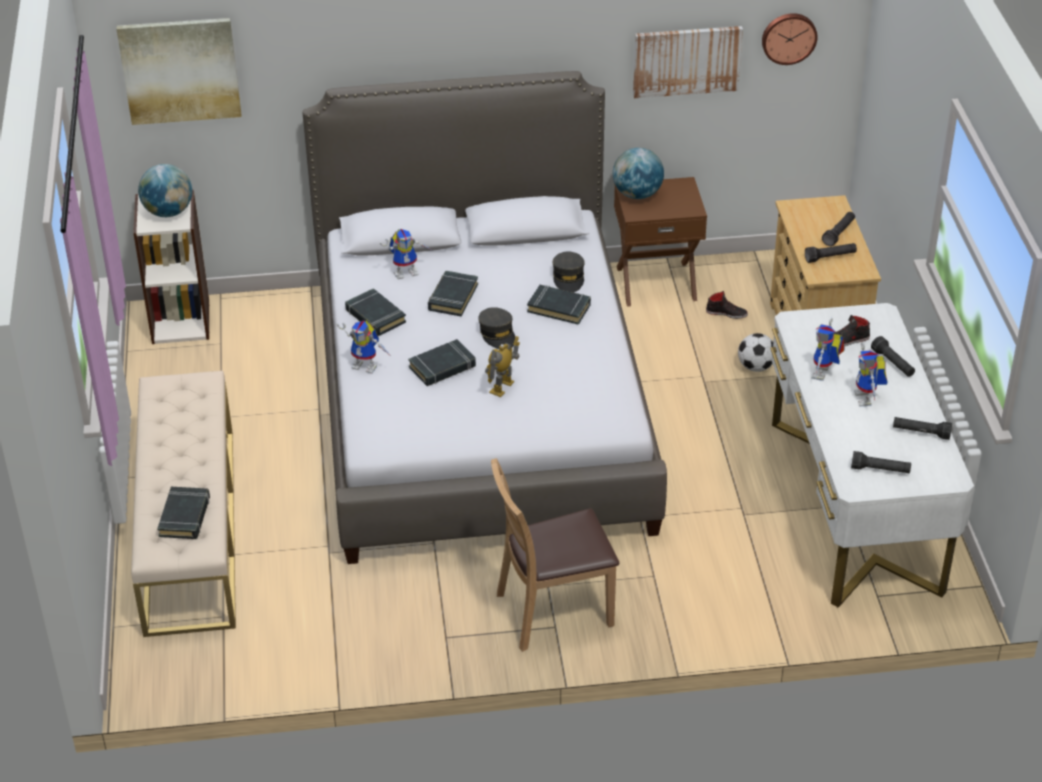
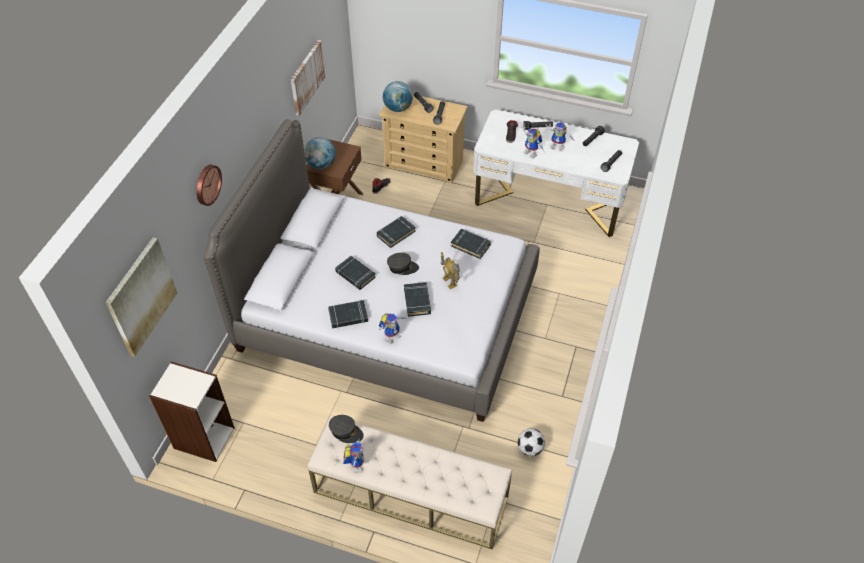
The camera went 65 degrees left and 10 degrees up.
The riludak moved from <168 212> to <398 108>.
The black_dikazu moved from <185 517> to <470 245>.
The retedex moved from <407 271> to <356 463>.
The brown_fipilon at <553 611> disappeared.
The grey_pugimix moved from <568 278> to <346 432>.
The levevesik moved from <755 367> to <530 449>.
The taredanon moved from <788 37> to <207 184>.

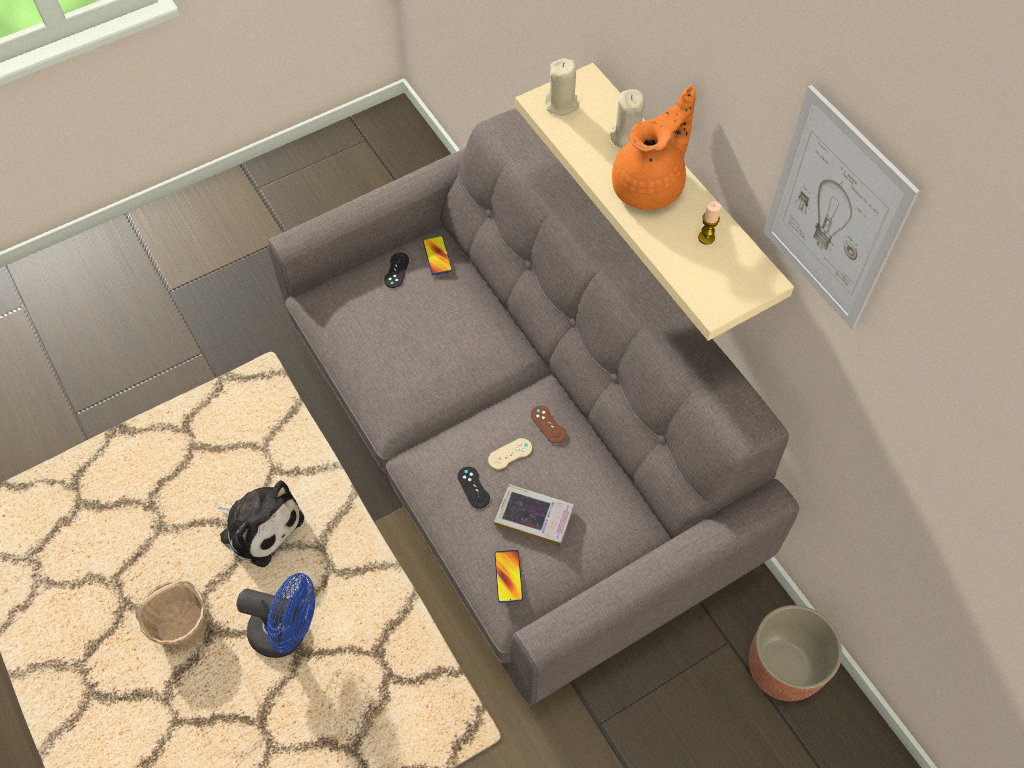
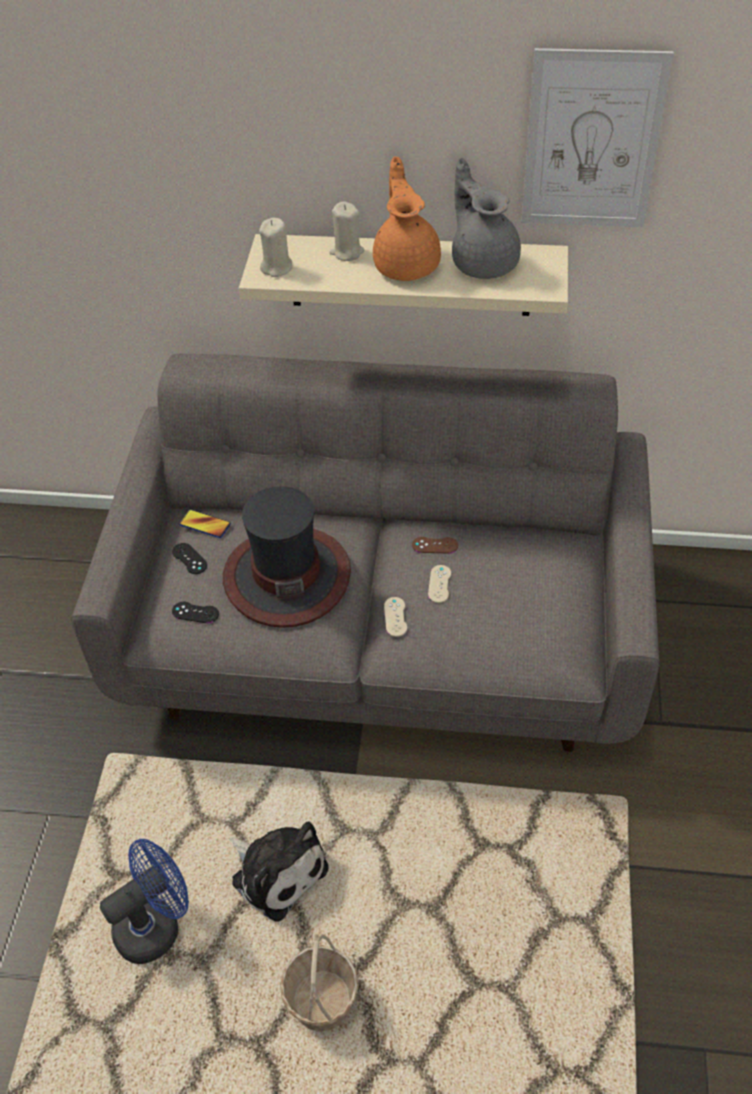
The camera went 50 degrees left and 10 degrees down.
The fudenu at <258 525> turned 60 degrees clockwise.
The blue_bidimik moved from <288 632> to <156 924>.
The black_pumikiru moved from <473 487> to <195 612>.
The dikazu at <534 517> disappeared.
The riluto at <508 576> disappeared.
The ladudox at <706 237> was replaced by the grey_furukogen at <483 262>.
The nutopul at <784 667> disappeared.
The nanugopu at <287 576> appeared.
The beige_pumikiru at <395 617> appeared.

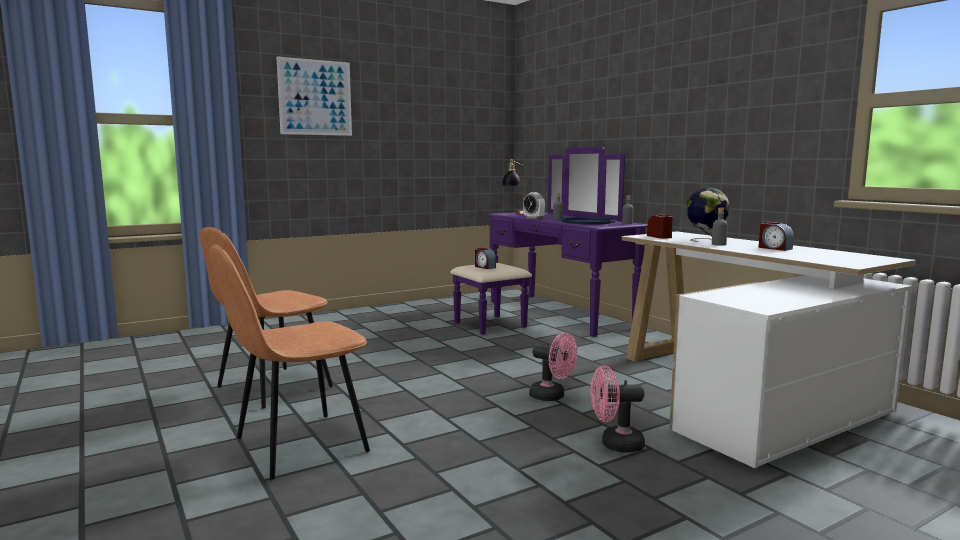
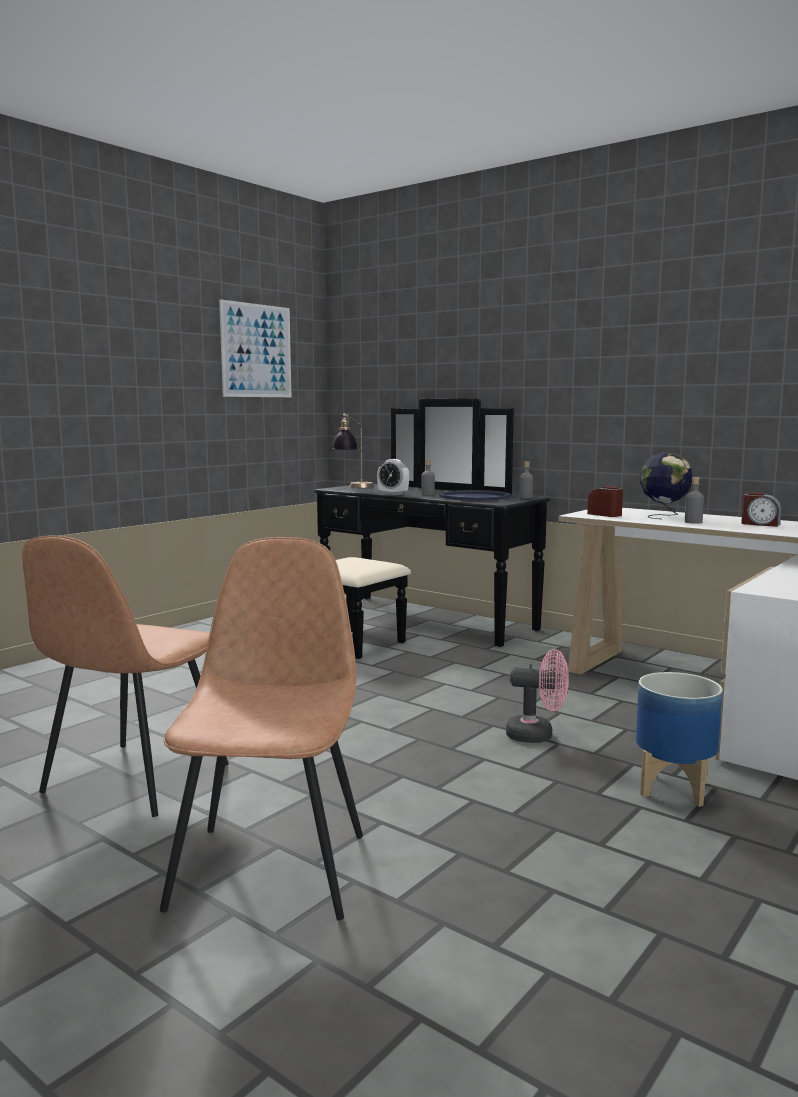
The camera went 20 degrees left and 0 degrees up.
The brown_fipilon at <297 445> turned 150 degrees clockwise.
The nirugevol moved from <315 97> to <256 351>.
The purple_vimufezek at <544 316> became the black_vimufezek at <411 624>.
The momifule at <484 267> disappeared.
The pink_bidimik at <615 444> was replaced by the nutopul at <675 789>.

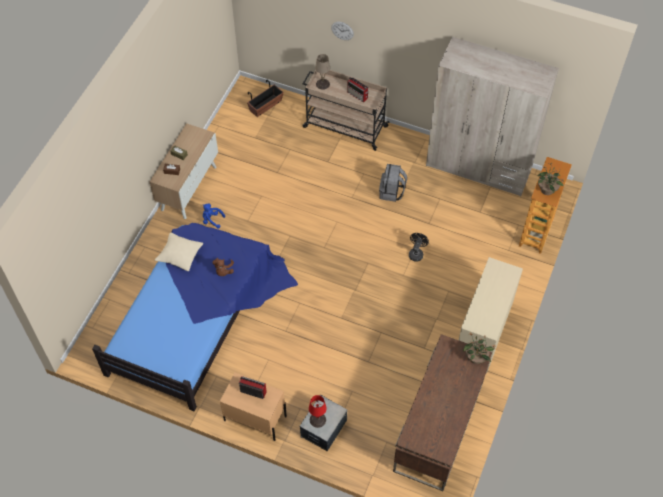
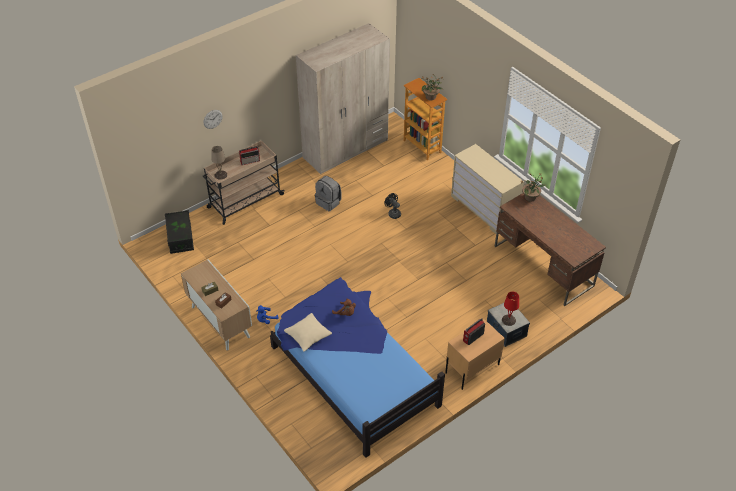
The camera went 60 degrees left and 10 degrees down.
The nutopul at <265 106> was replaced by the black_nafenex at <180 238>.

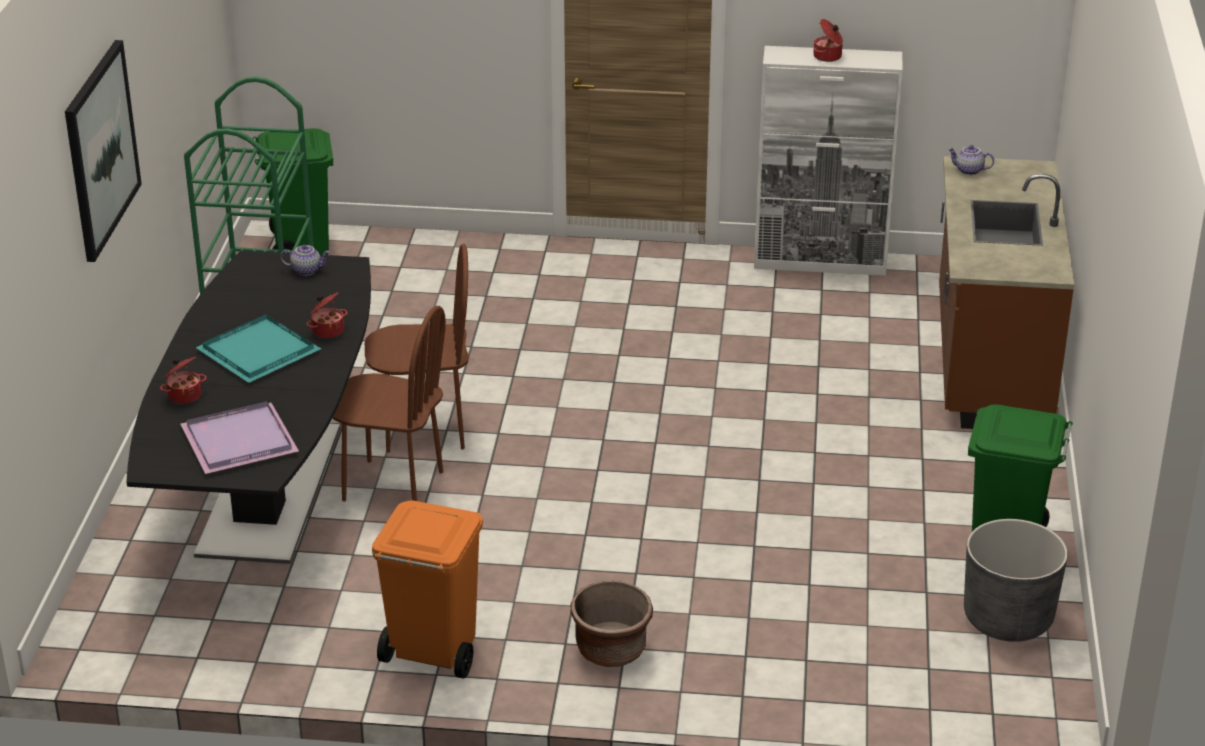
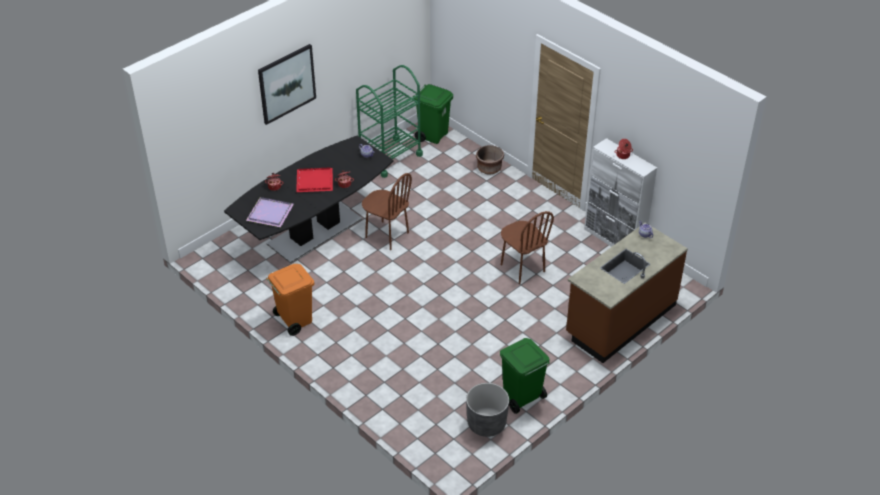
The camera went 40 degrees right and 10 degrees up.
The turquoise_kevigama at <256 351> became the red_kevigama at <314 180>.
The brown_fipilon moved from <392 486> to <522 268>.
The brown_nutopul moved from <611 649> to <489 168>.

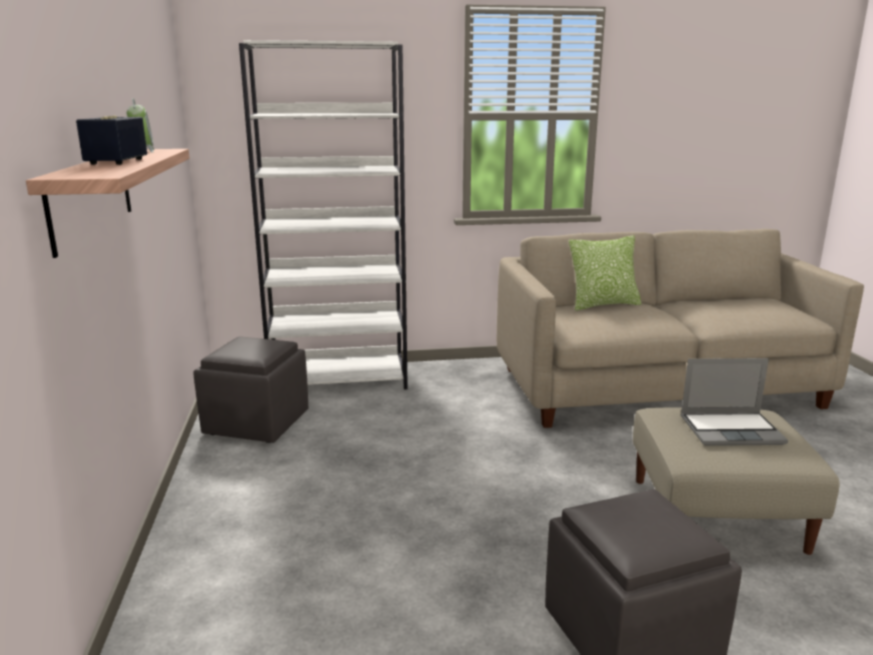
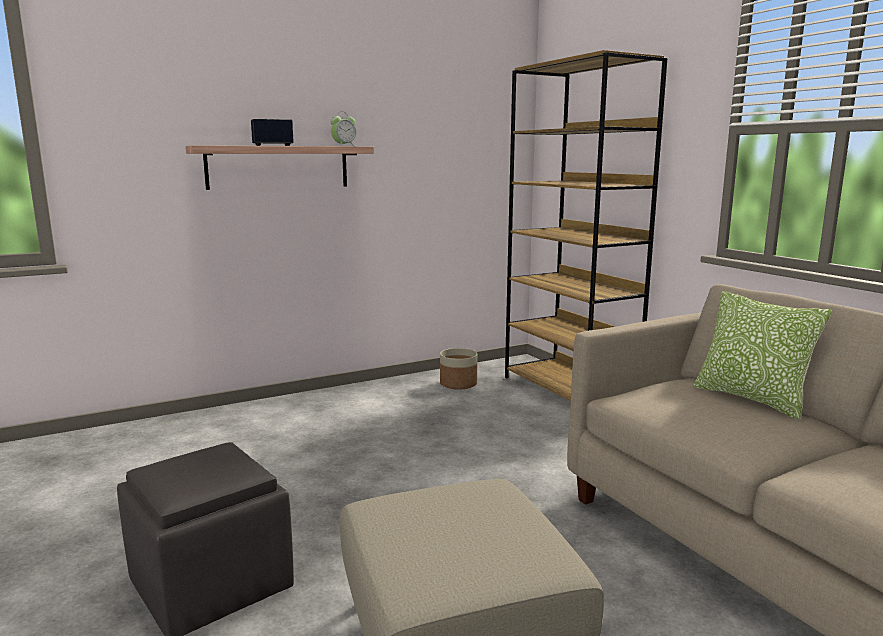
The camera went 70 degrees right and 5 degrees down.
The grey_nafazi at <257 423> was replaced by the nutopul at <458 384>.
The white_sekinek at <339 379> became the brown_sekinek at <569 391>.
The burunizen at <731 430> disappeared.

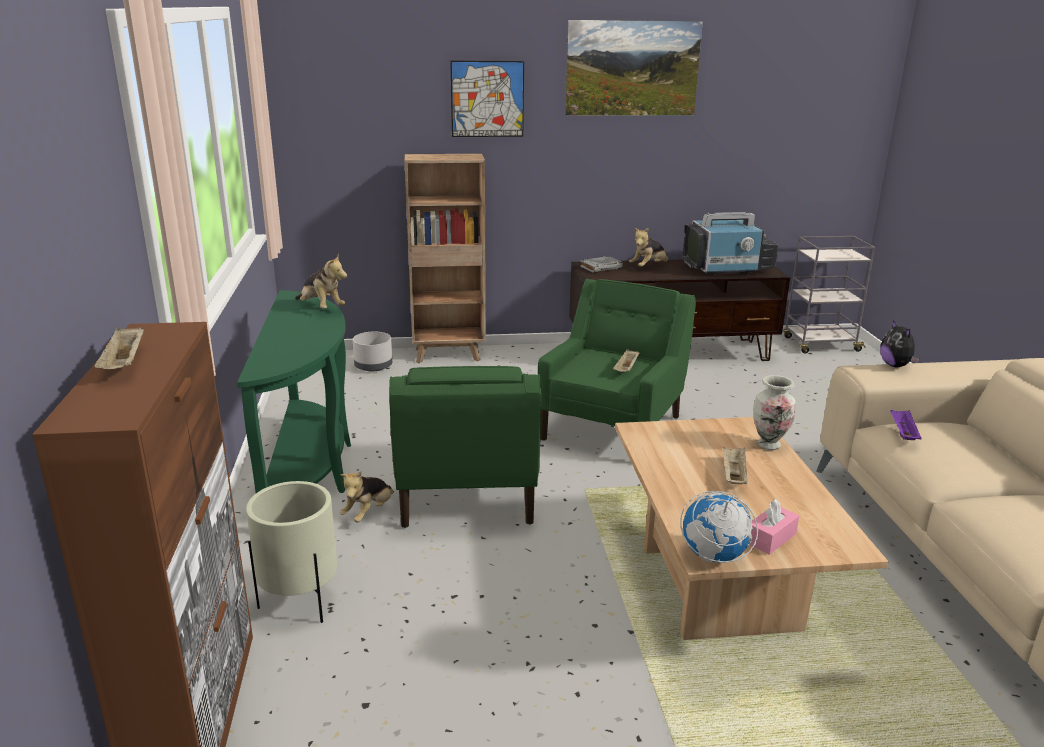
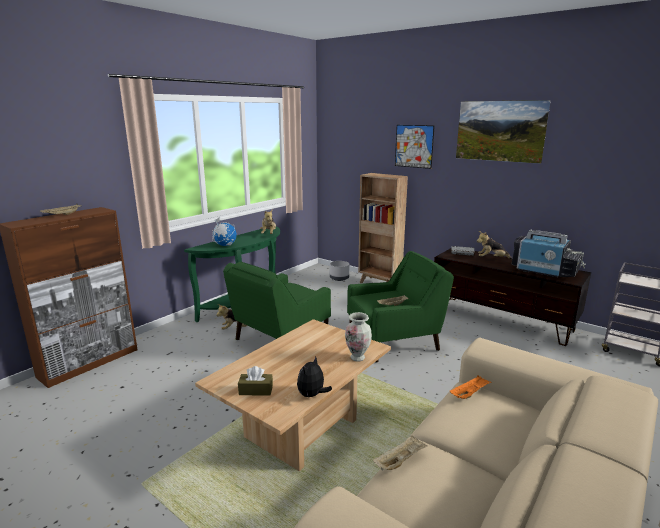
The camera went 45 degrees right and 5 degrees down.
The beige_nutopul at <300 602> disappeared.
The riludak moved from <713 557> to <225 245>.
The beige_kevigama moved from <733 475> to <400 461>.
The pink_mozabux at <770 538> became the brown_mozabux at <256 390>.
The fudenu moved from <895 365> to <312 395>.
The purple_kevigama at <902 433> became the orange_kevigama at <469 393>.

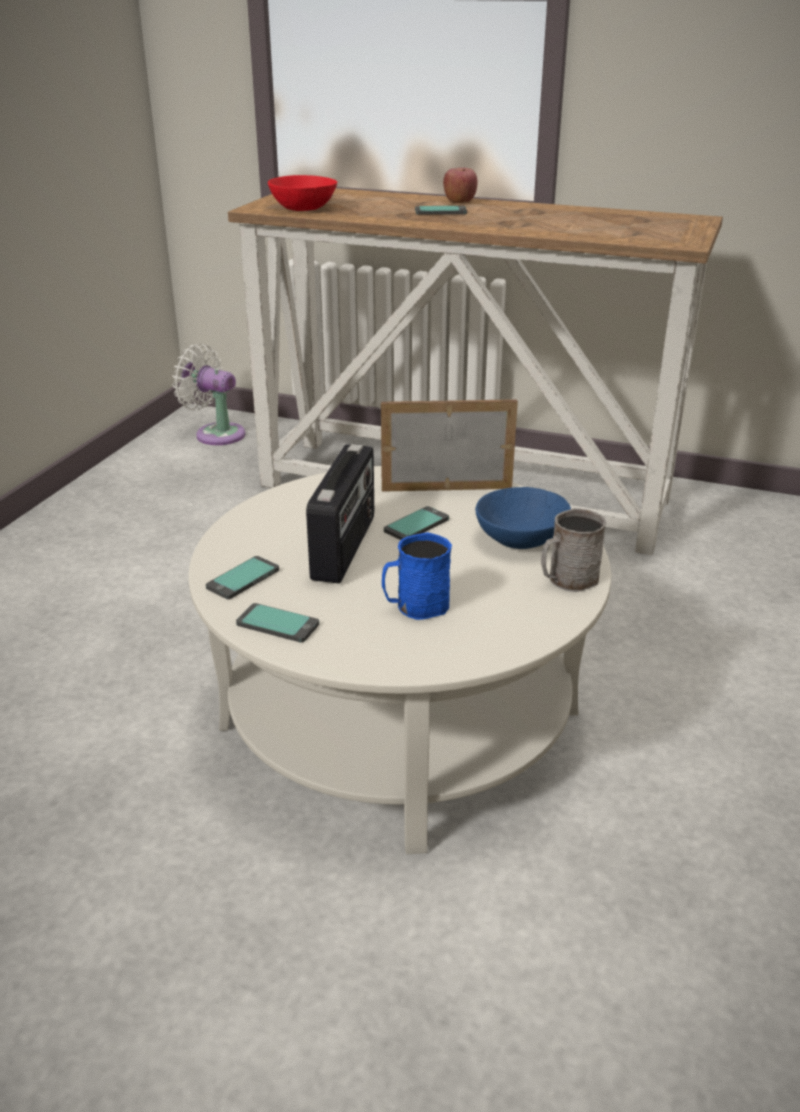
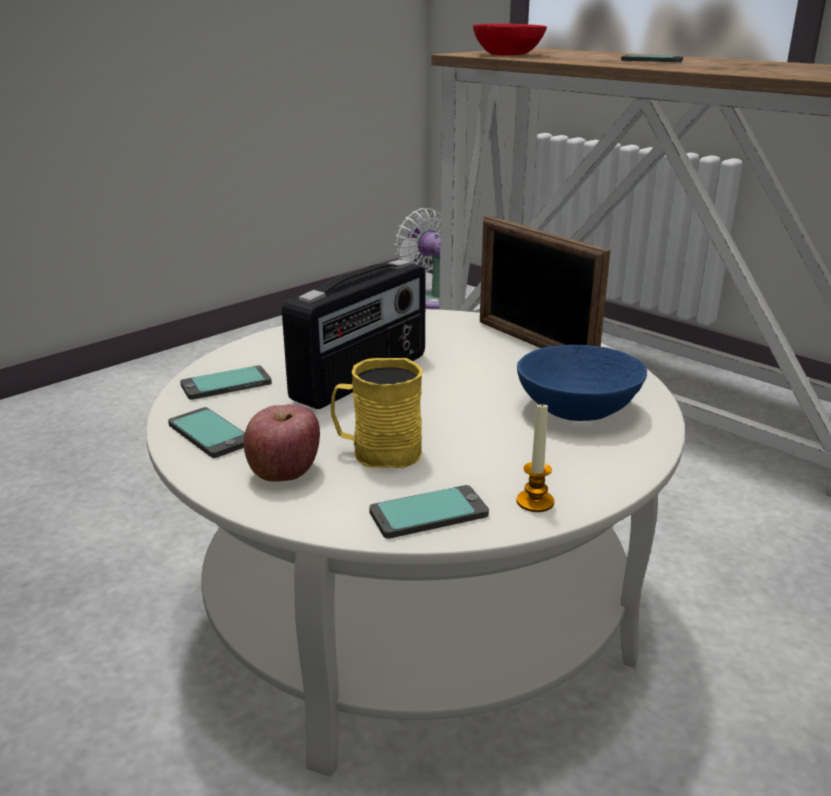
The camera went 25 degrees right and 5 degrees down.
The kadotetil at <446 488> turned 150 degrees counterclockwise.
The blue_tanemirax at <415 607> became the yellow_tanemirax at <377 452>.
The riluto moved from <416 525> to <428 513>.
The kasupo moved from <459 201> to <284 472>.
The grey_tanemirax at <567 580> disappeared.
The ladudox at <535 502> appeared.

